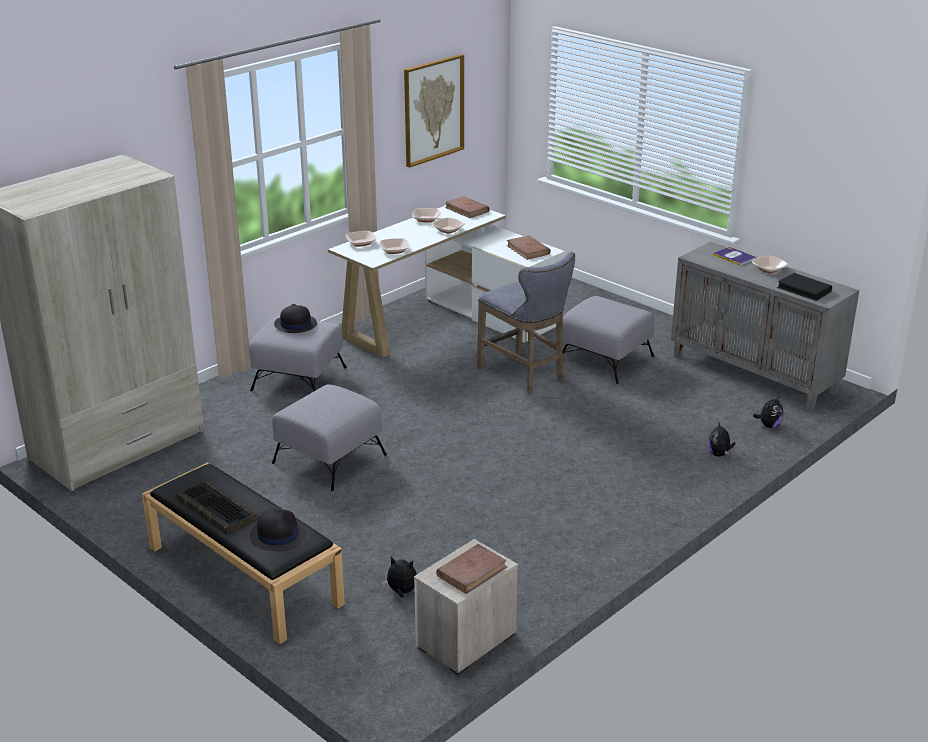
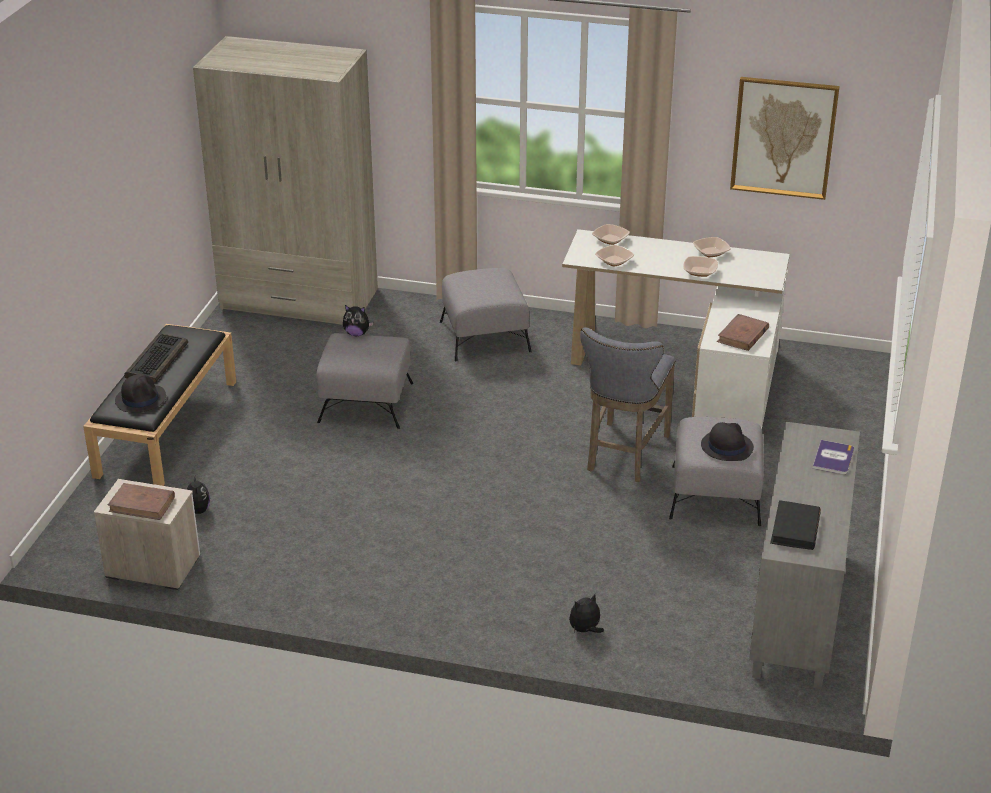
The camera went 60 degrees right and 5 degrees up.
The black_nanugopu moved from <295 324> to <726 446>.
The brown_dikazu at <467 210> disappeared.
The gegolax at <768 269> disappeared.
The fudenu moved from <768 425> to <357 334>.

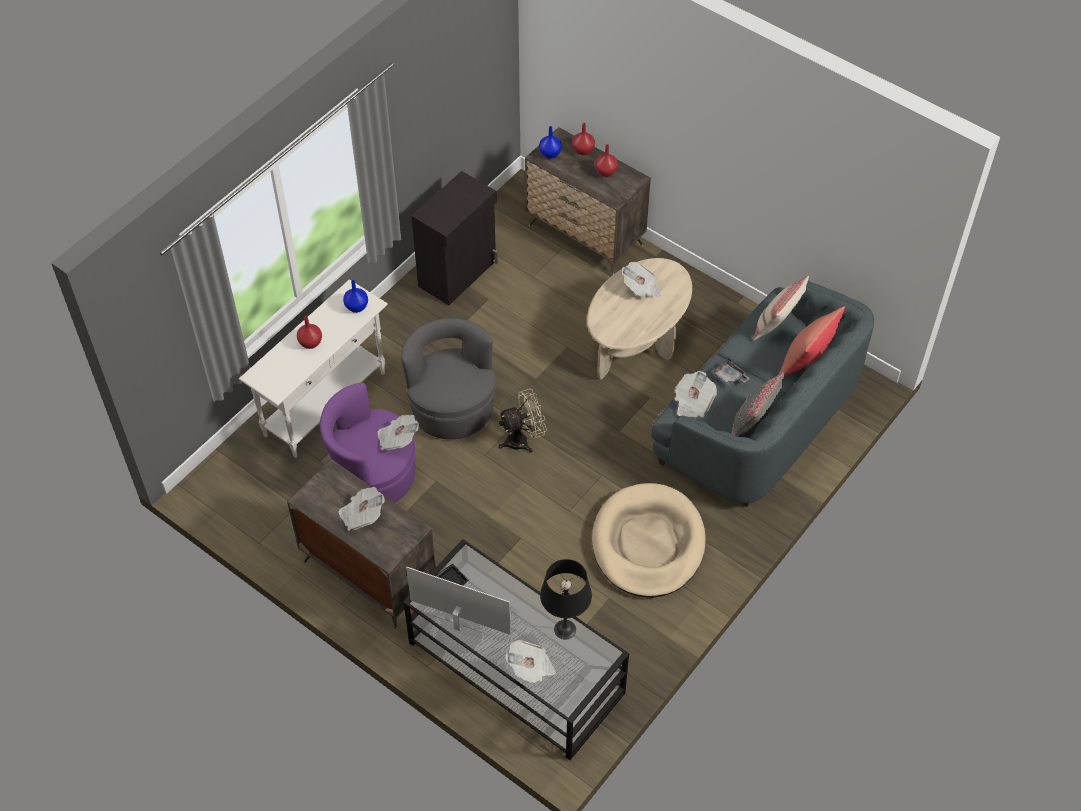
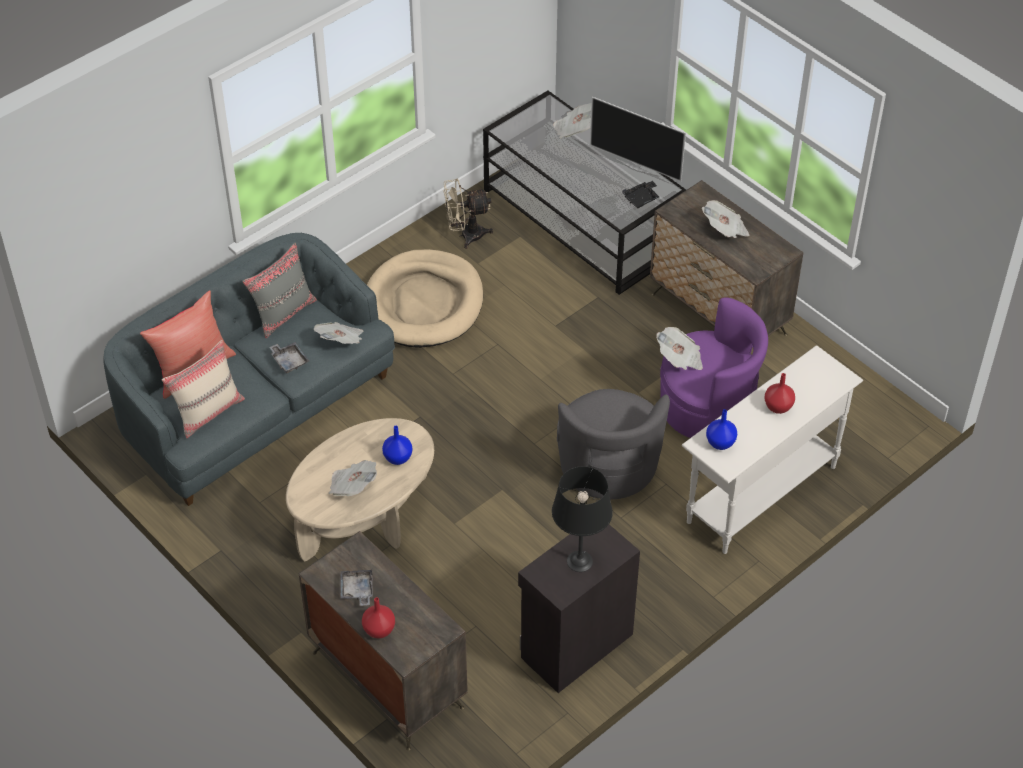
The camera went 170 degrees left and 5 degrees down.
The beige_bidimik moved from <523 440> to <466 235>.
The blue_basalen moved from <549 154> to <398 458>.
The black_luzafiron moved from <564 629> to <580 561>.
The red_basalen at <606 172> was replaced by the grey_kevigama at <357 590>.

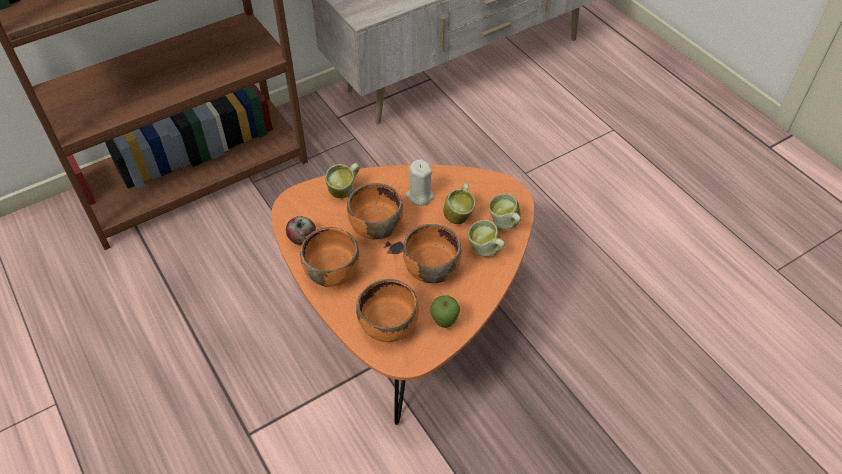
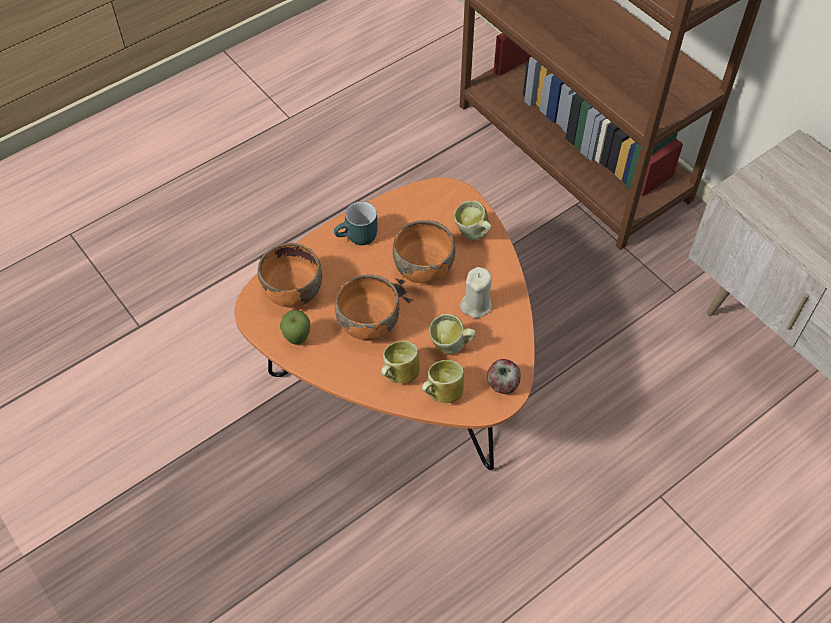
The camera went 85 degrees right and 5 degrees up.
The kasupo moved from <302 239> to <502 384>.
The orange_gegolax at <332 272> was replaced by the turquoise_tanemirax at <358 238>.

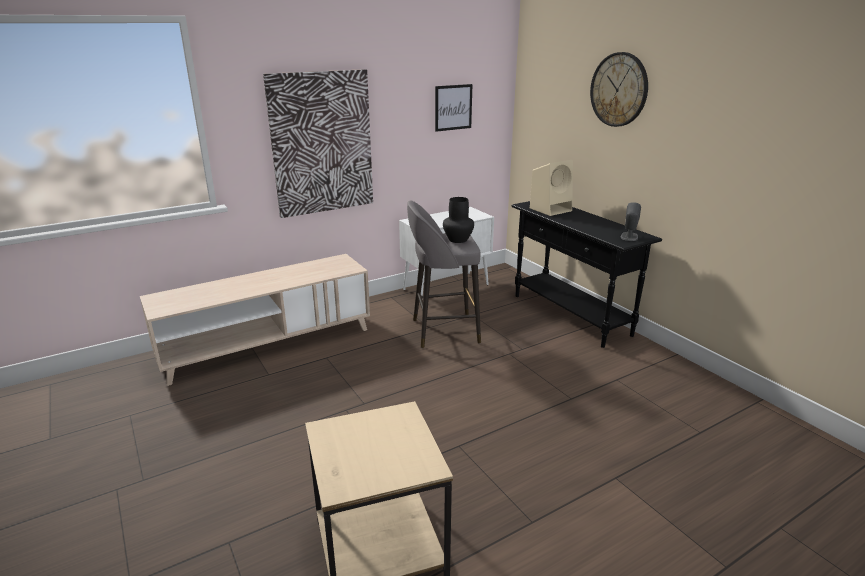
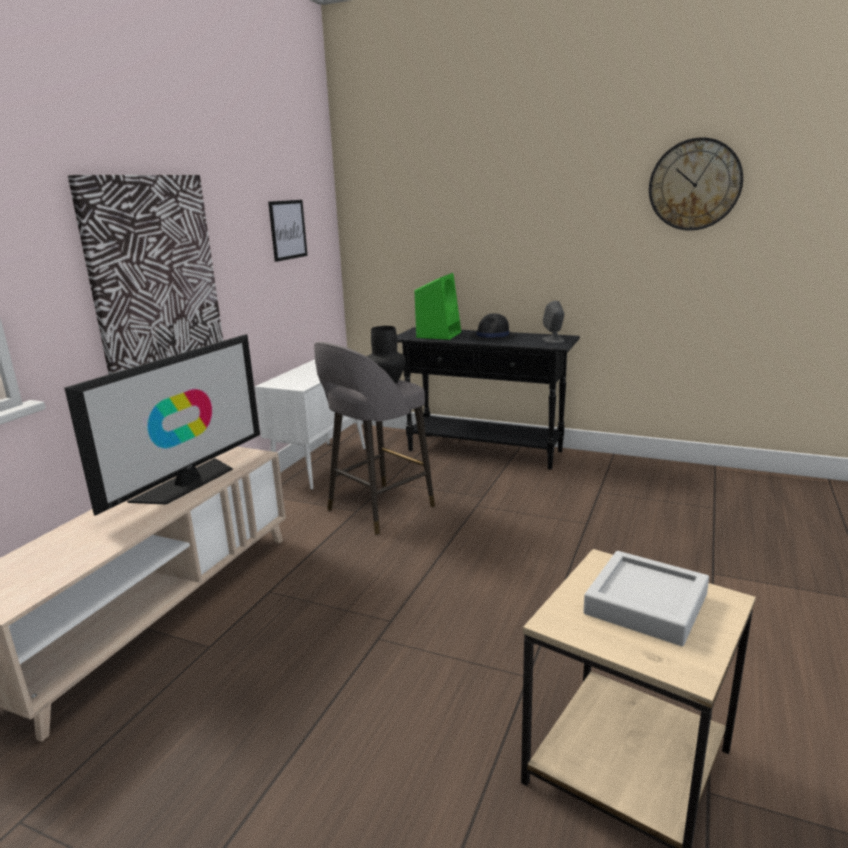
The camera went 35 degrees left and 5 degrees down.
The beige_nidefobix at <551 209> became the green_nidefobix at <439 334>.
The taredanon moved from <619 90> to <694 185>.
The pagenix at <188 482> appeared.
The black_nanugopu at <492 336> appeared.
The grey_kevigama at <645 604> appeared.

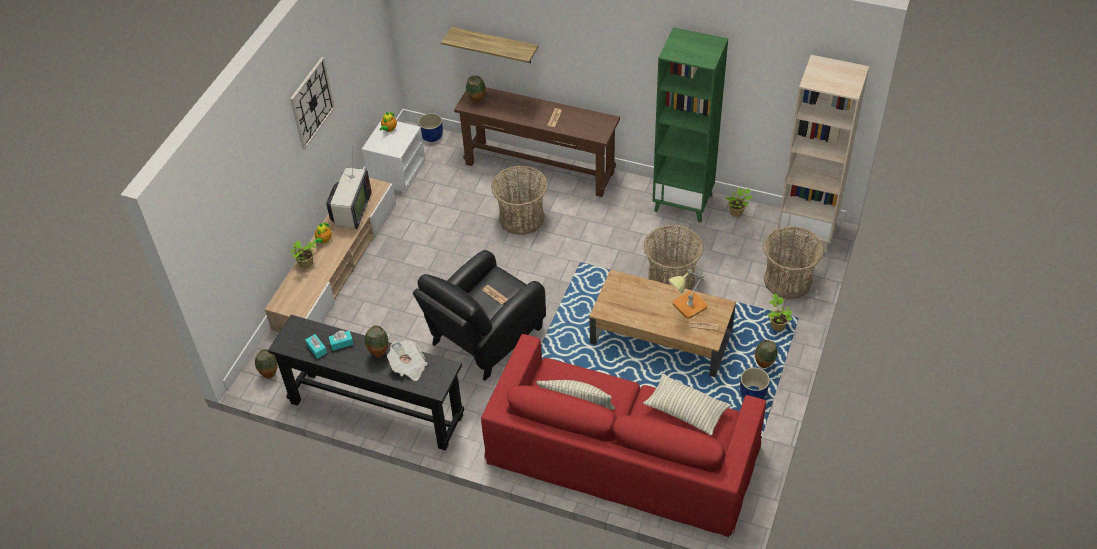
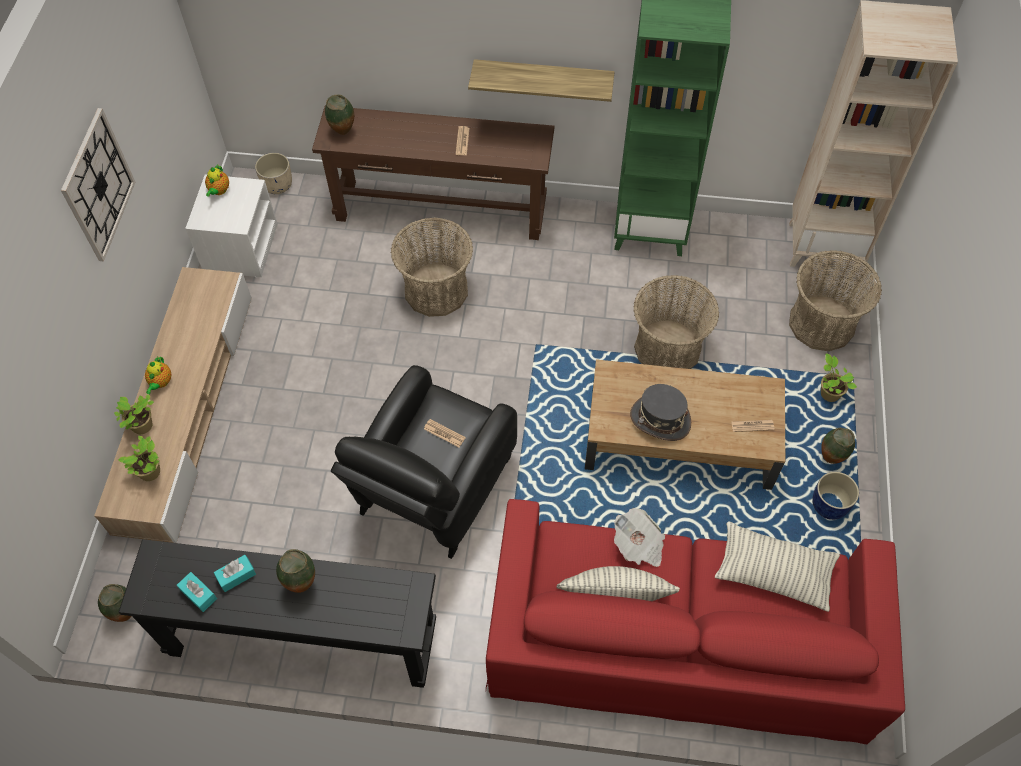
The camera went 15 degrees left and 10 degrees up.
The pagenix at <351 212> disappeared.
The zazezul moved from <408 366> to <638 545>.
The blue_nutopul at <432 136> became the beige_nutopul at <277 185>.
The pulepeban moved from <495 45> to <543 79>.
The luzafiron at <686 307> disappeared.
The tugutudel moved from <737 213> to <151 472>.
The grey_nanugopu at <660 419> appeared.

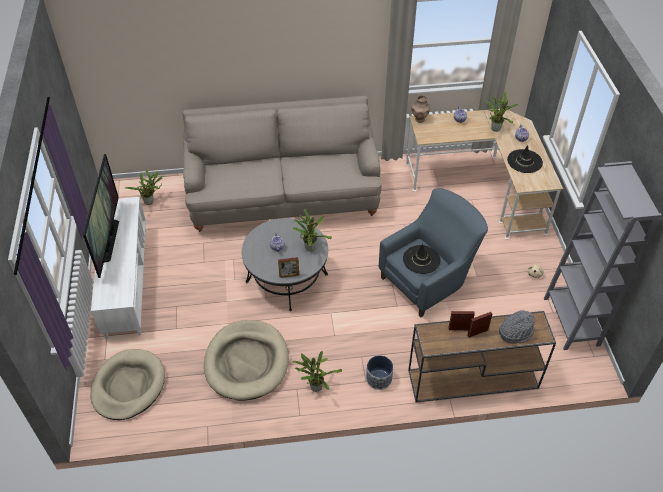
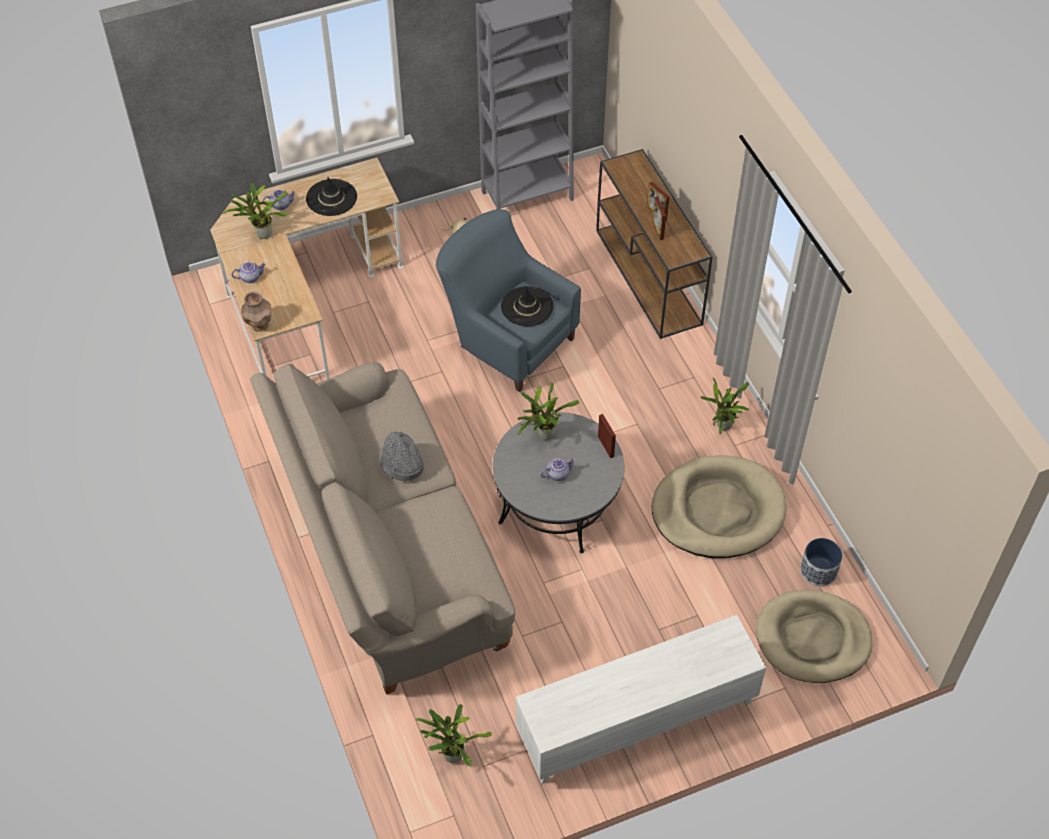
The camera went 105 degrees left and 5 degrees up.
The pagenix at <109 241> disappeared.
The nutopul moved from <379 378> to <818 571>.
The grey_nanugopu moved from <515 331> to <401 464>.

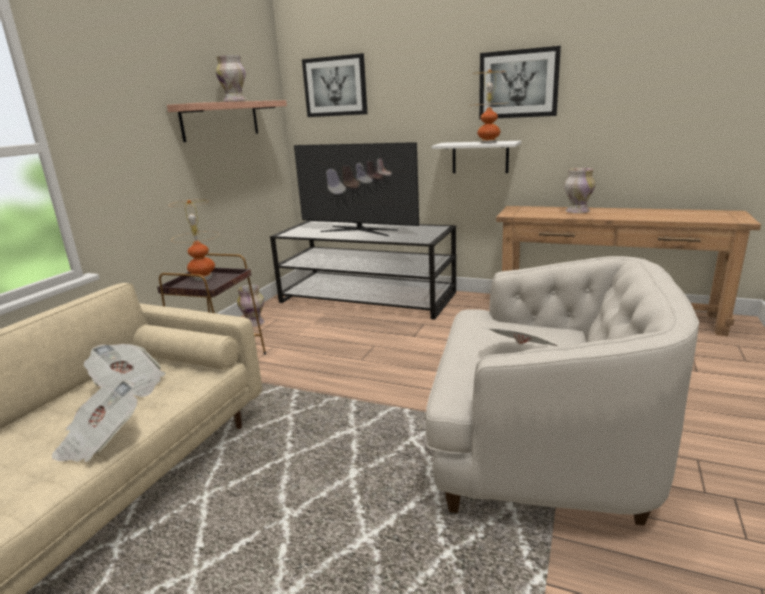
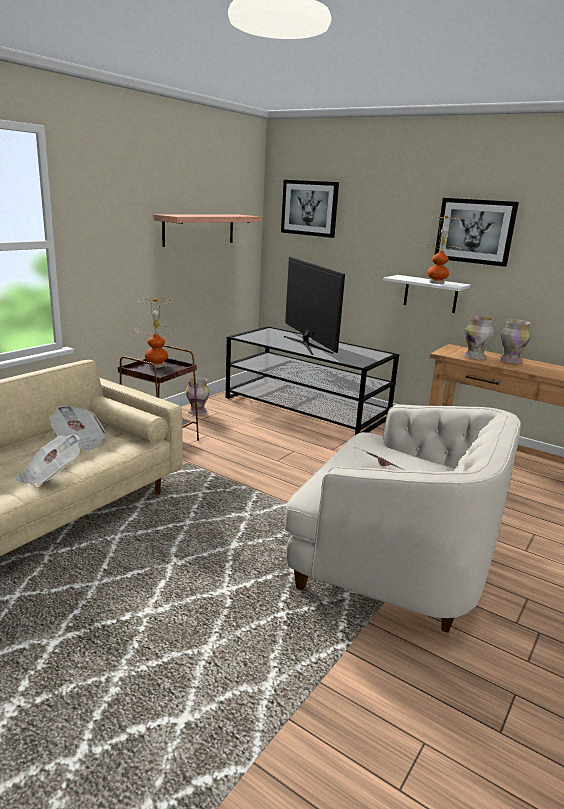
The camera went 10 degrees right and 0 degrees up.
The basalen moved from <234 101> to <474 357>.
The pagenix at <358 231> turned 150 degrees counterclockwise.

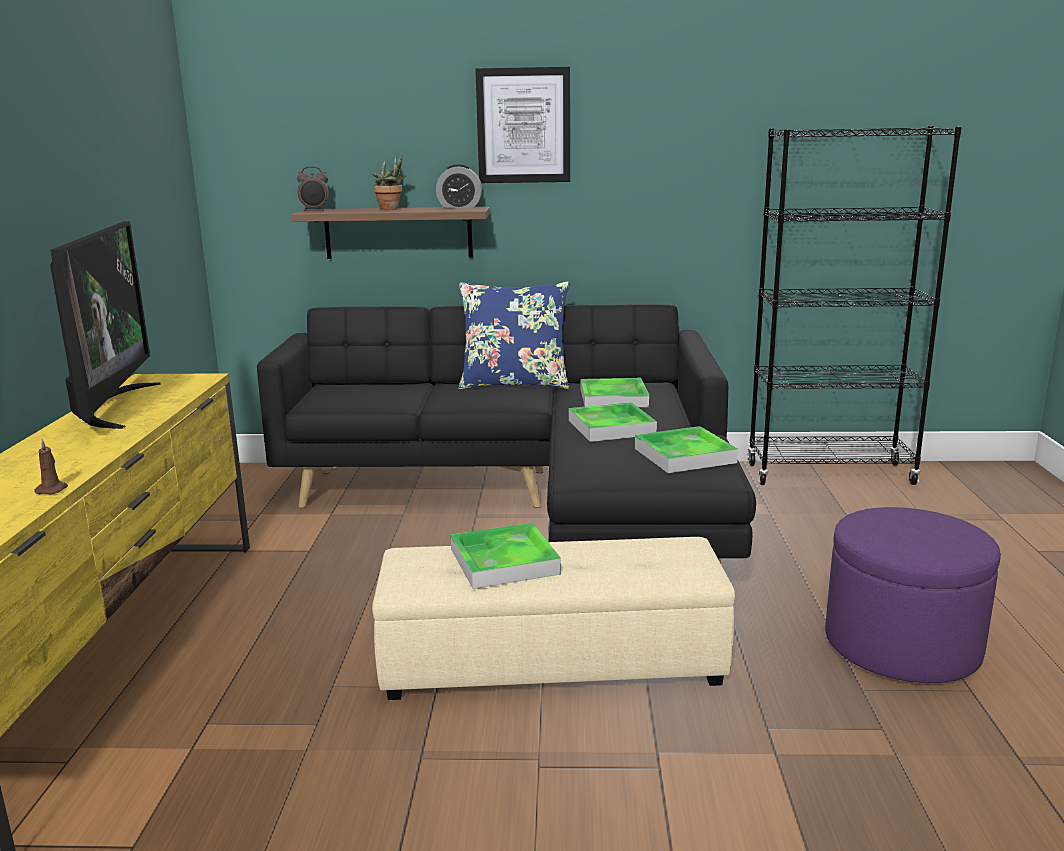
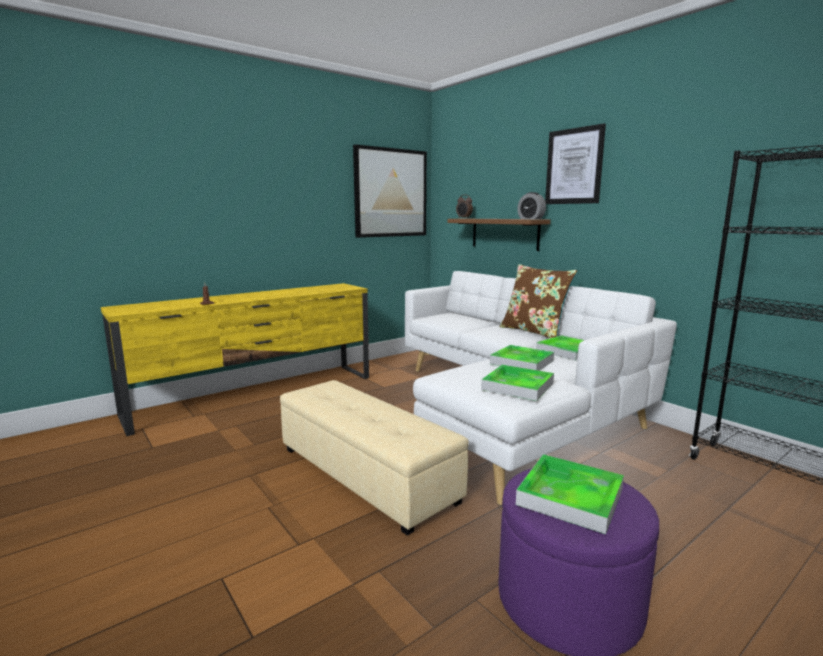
The camera went 50 degrees right and 5 degrees down.
The pagenix at <112 406> disappeared.
The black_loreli at <536 507> became the white_loreli at <511 410>.
The tugutudel at <391 209> disappeared.
The kevigama moved from <504 561> to <570 497>.
The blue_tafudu at <515 384> became the brown_tafudu at <534 332>.
The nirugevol at <390 193> appeared.

